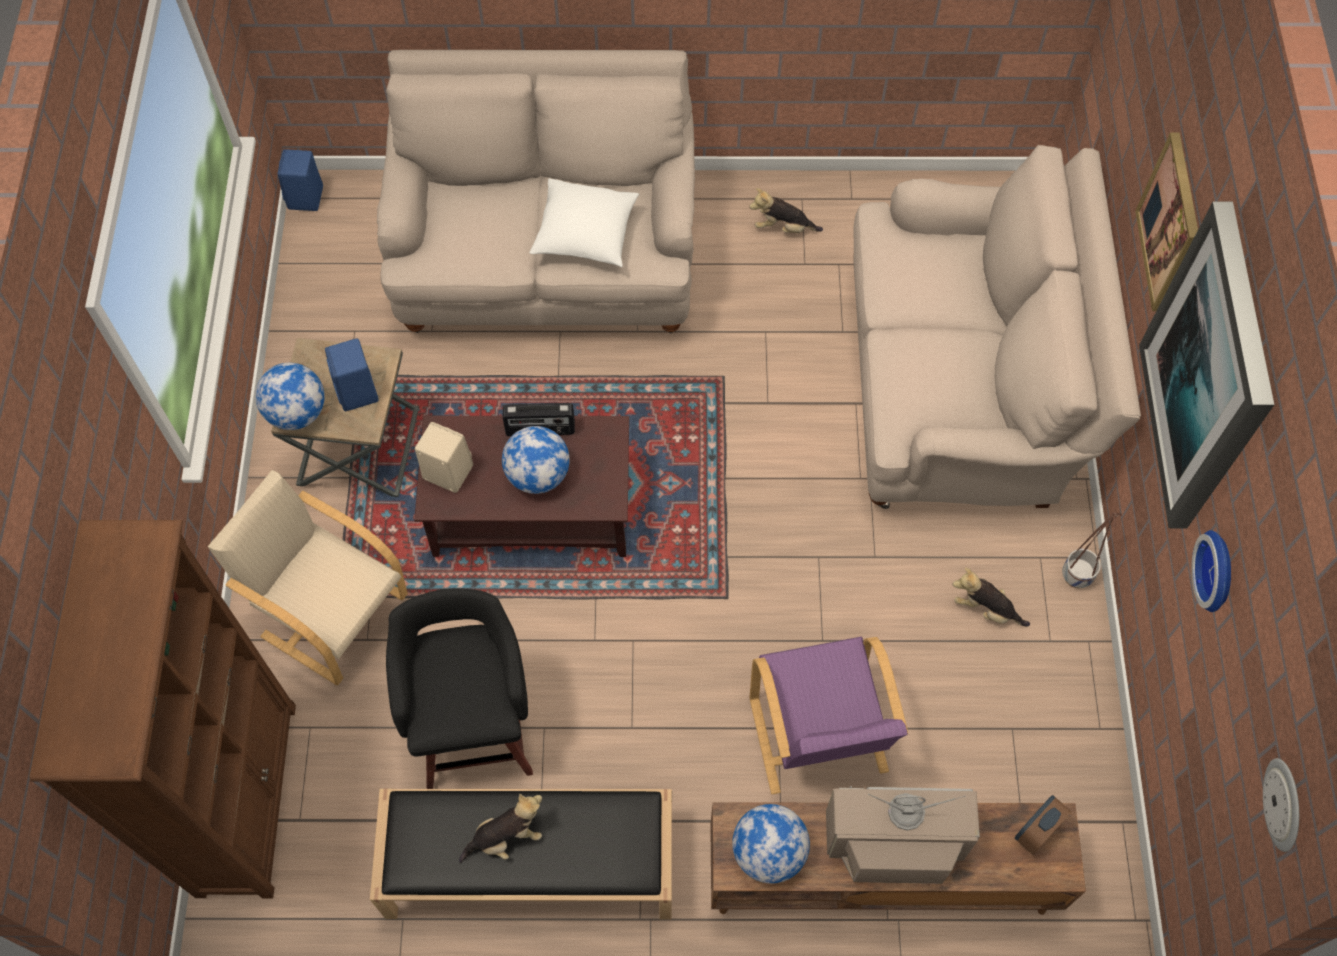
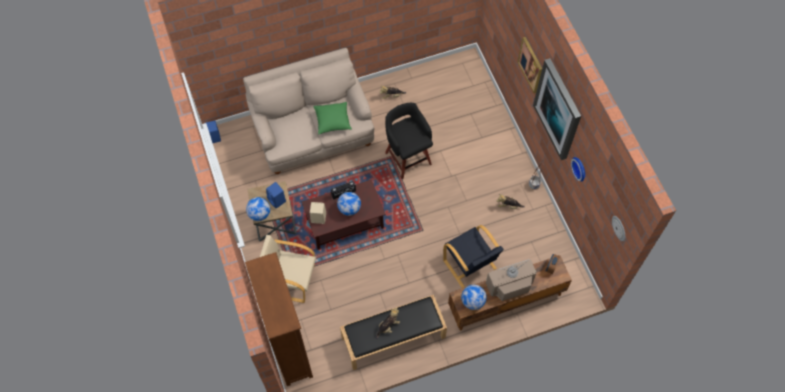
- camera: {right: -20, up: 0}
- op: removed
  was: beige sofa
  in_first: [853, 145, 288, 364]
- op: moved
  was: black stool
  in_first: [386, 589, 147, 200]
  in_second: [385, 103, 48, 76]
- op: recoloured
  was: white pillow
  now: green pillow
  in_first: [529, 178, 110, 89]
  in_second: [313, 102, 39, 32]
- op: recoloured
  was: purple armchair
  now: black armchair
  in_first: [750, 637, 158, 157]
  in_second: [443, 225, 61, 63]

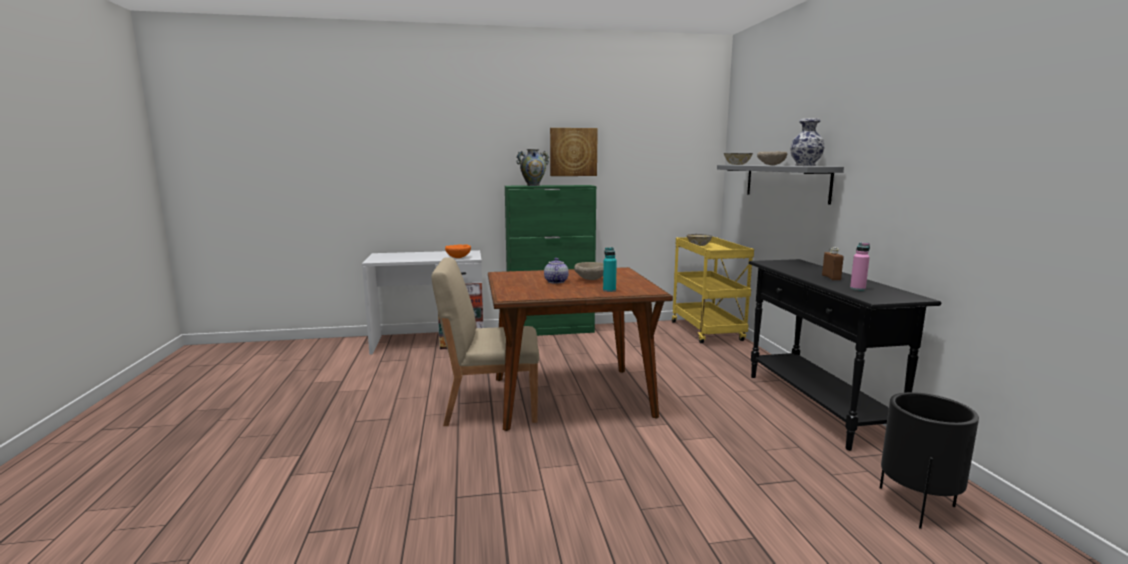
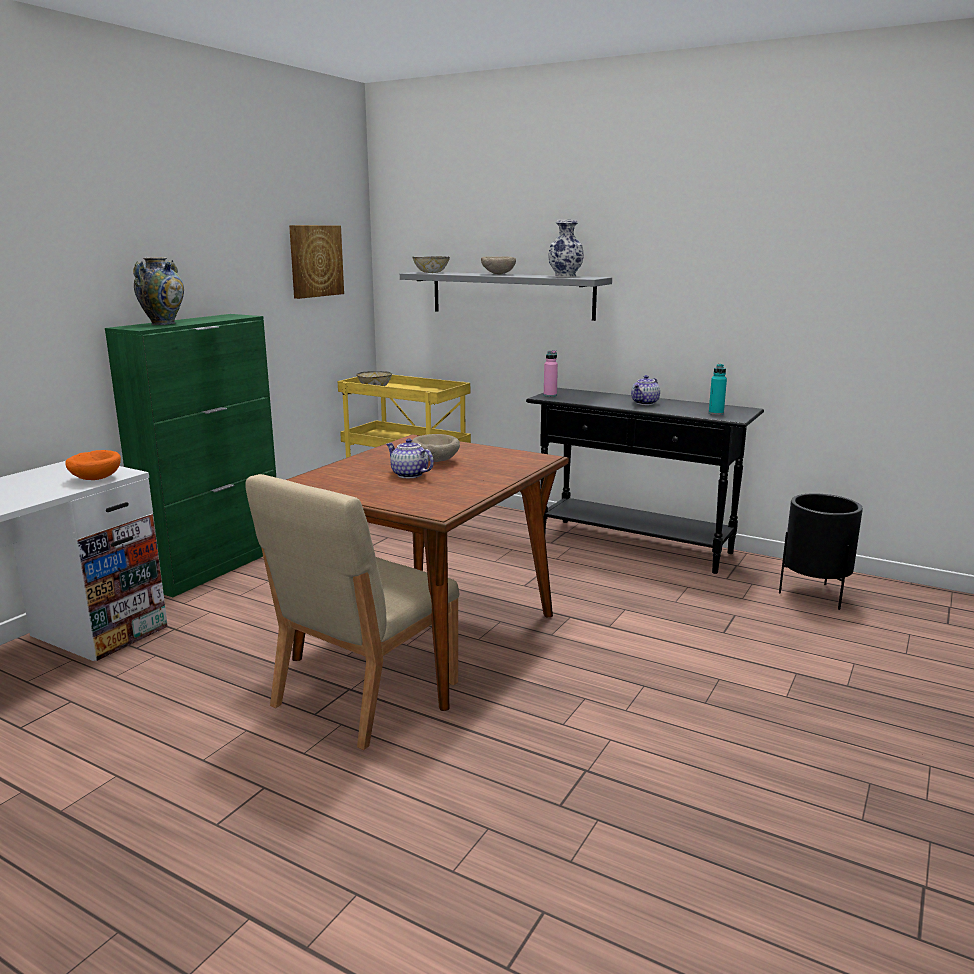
- camera: {right: -50, up: 5}
- op: moved
  was: picture
  in_first: [550, 128, 48, 48]
  in_second: [289, 225, 55, 74]
- op: moved
  was: turquoise bottle
  in_first: [603, 247, 14, 45]
  in_second: [709, 364, 18, 51]
- op: moved
  was: pink bottle
  in_first: [850, 243, 20, 48]
  in_second: [544, 350, 14, 47]
- op: replaced
  was: brown bottle
  now: teapot
  in_first: [822, 247, 22, 33]
  in_second: [631, 375, 29, 30]

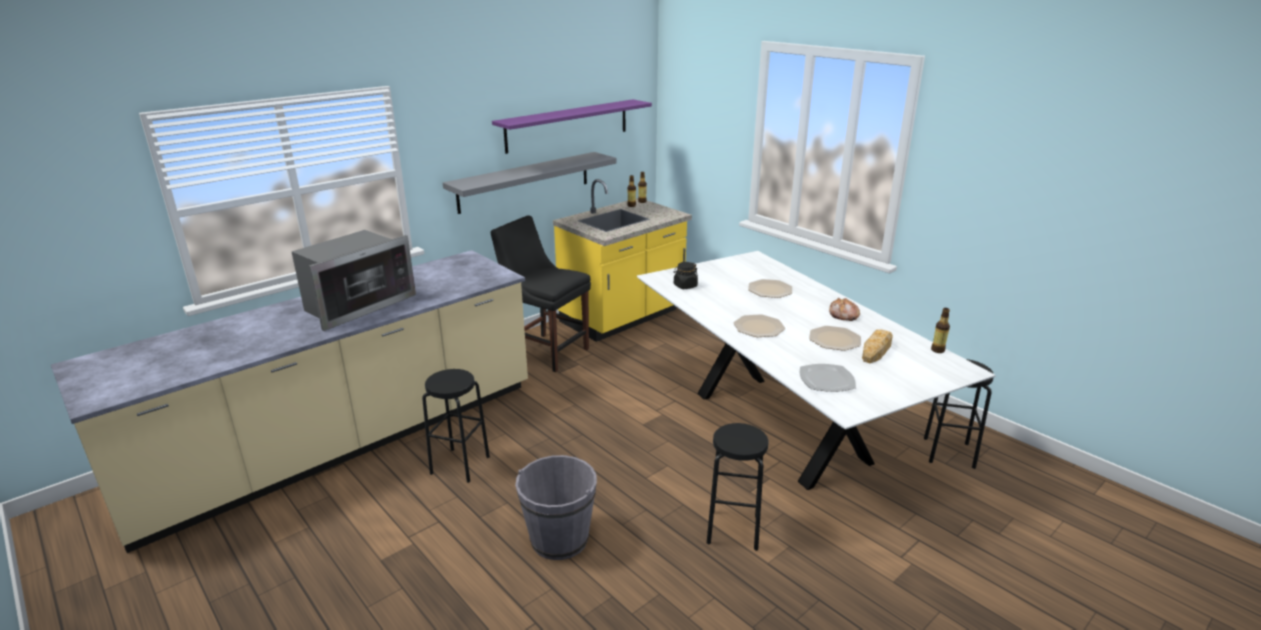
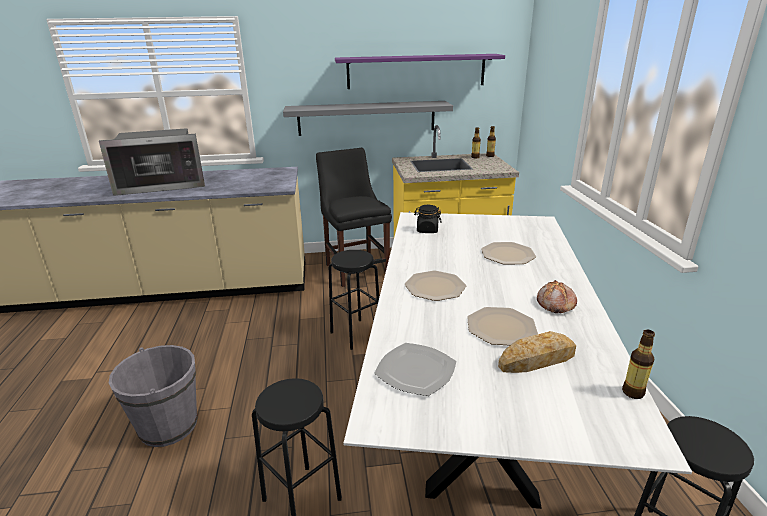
- camera: {right: 35, up: 0}
- op: moved
  was: black stool
  in_first: [422, 369, 68, 114]
  in_second: [329, 250, 50, 100]

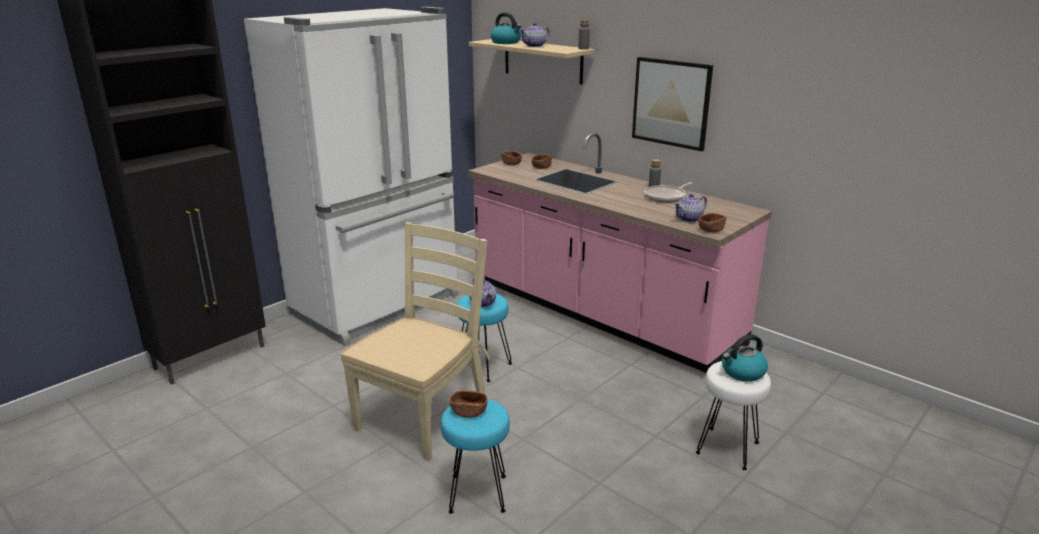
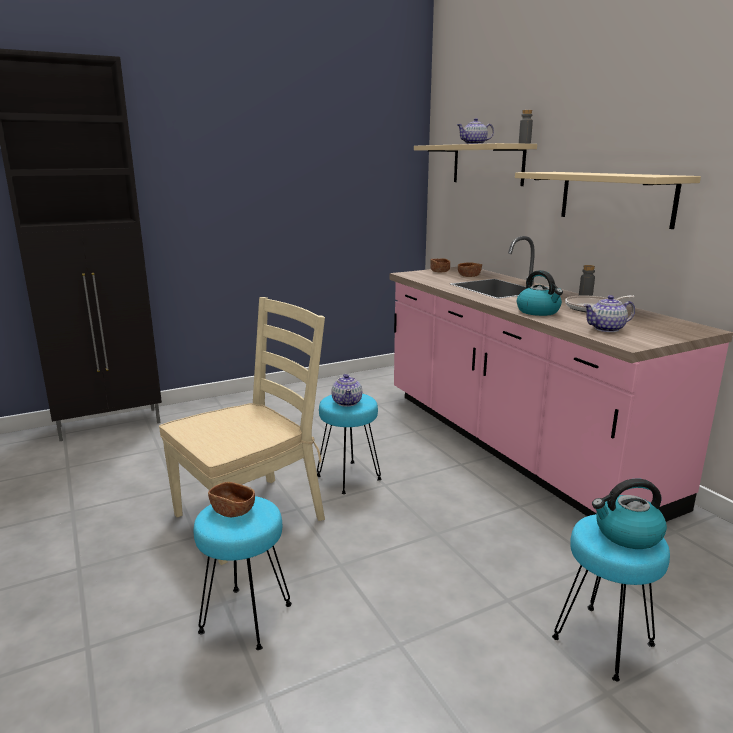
- camera: {right: 20, up: -5}
- op: removed
  was: white fridge
  in_first: [244, 7, 214, 339]
- op: removed
  was: brown bowl
  in_first: [699, 213, 28, 20]
- op: moved
  was: kettle
  in_first: [491, 12, 30, 32]
  in_second: [517, 270, 46, 46]
- op: replaced
  was: picture
  now: beige shelf
  in_first: [632, 57, 81, 94]
  in_second: [515, 172, 186, 57]
- op: recoloured
  was: white stool
  now: turquoise stool
  in_first: [696, 361, 75, 109]
  in_second: [552, 514, 118, 167]

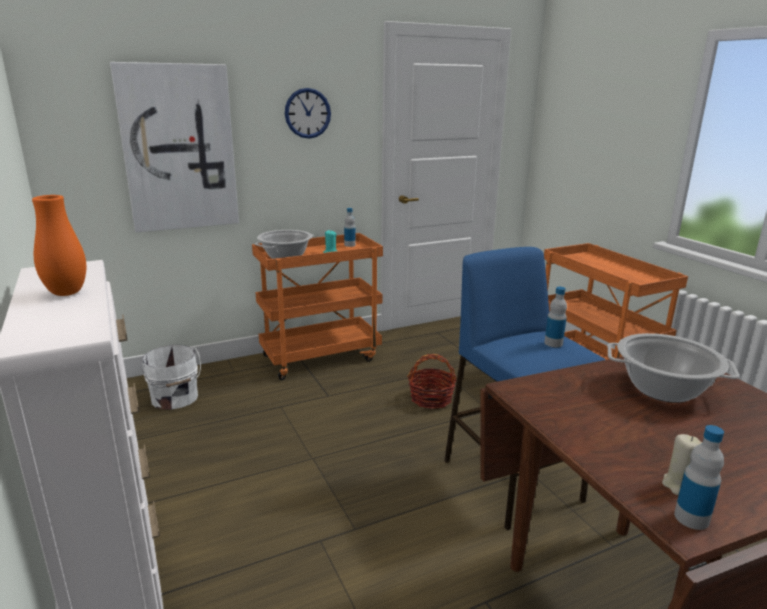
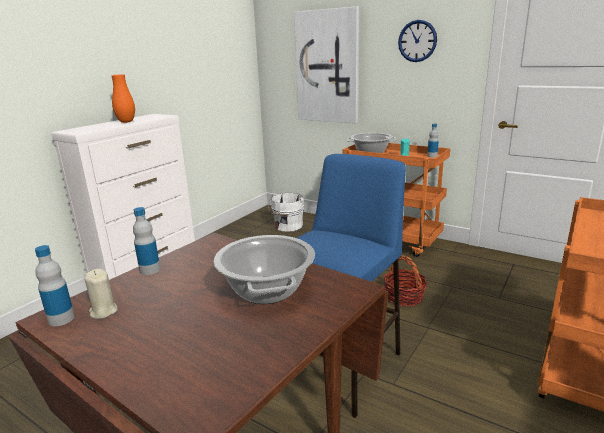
- camera: {right: 60, up: 0}
- op: moved
  was: bottle
  in_first: [544, 287, 23, 60]
  in_second: [133, 207, 27, 68]

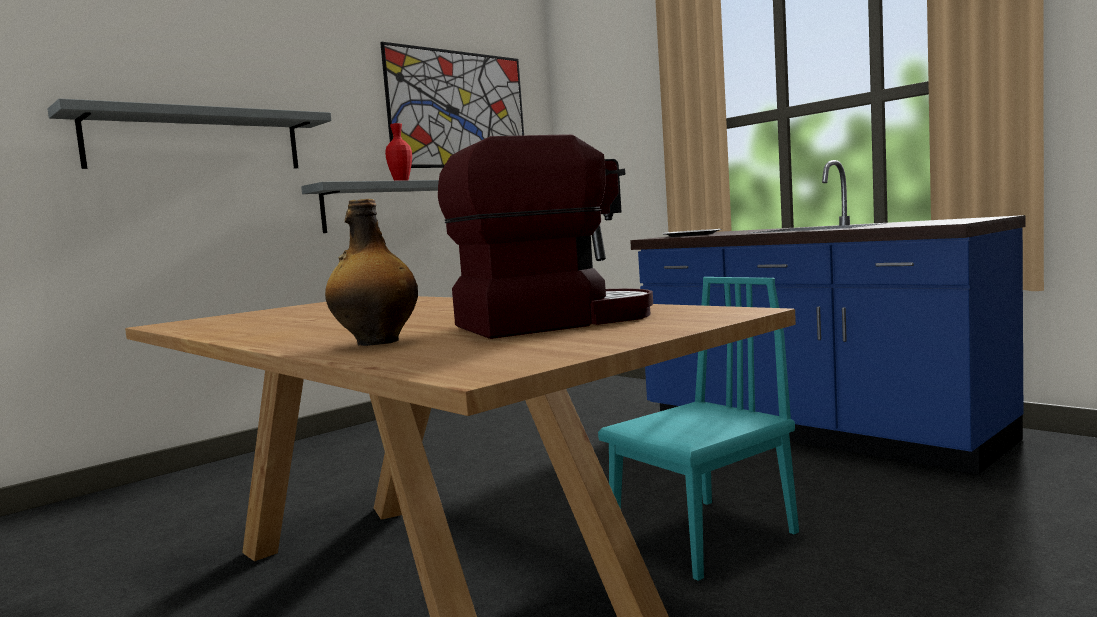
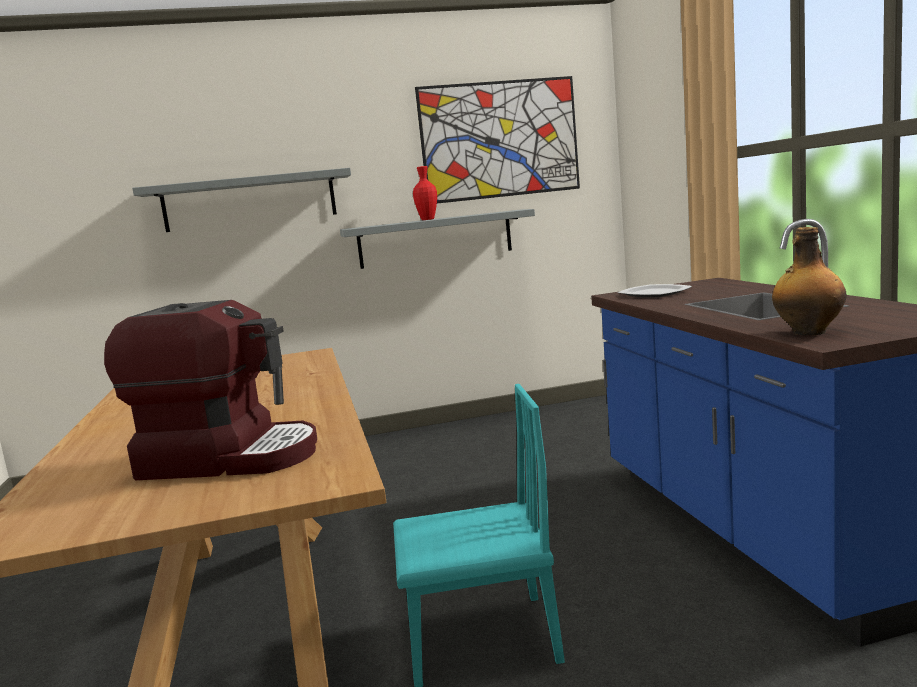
- camera: {right: 30, up: 5}
- op: moved
  was: bottle
  in_first: [325, 199, 93, 147]
  in_second: [772, 227, 75, 108]

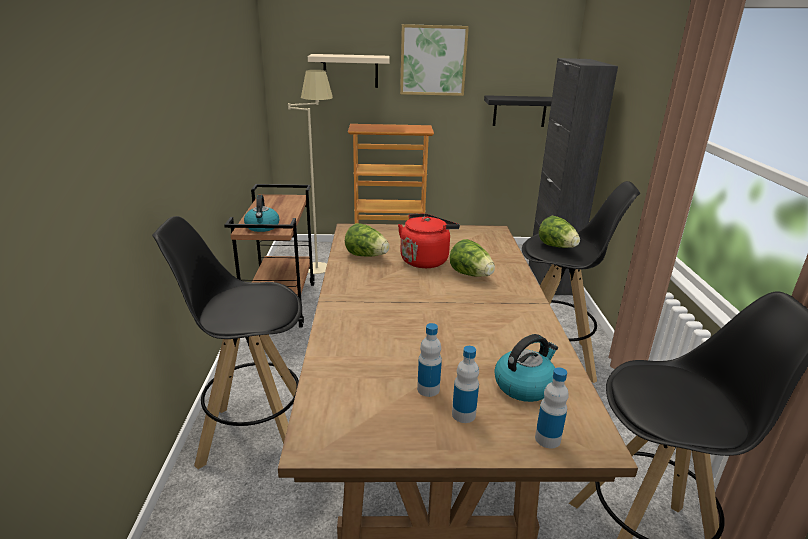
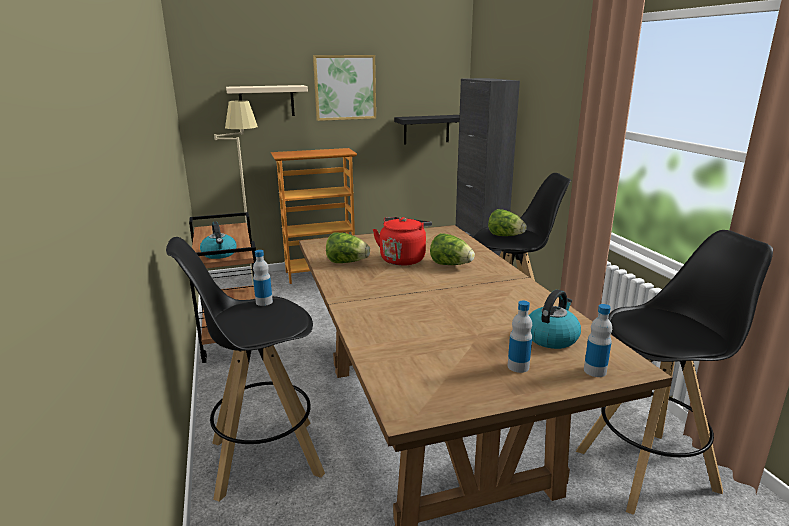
- camera: {right: -15, up: -5}
- op: moved
  was: bottle
  in_first: [417, 323, 25, 74]
  in_second: [253, 250, 20, 56]

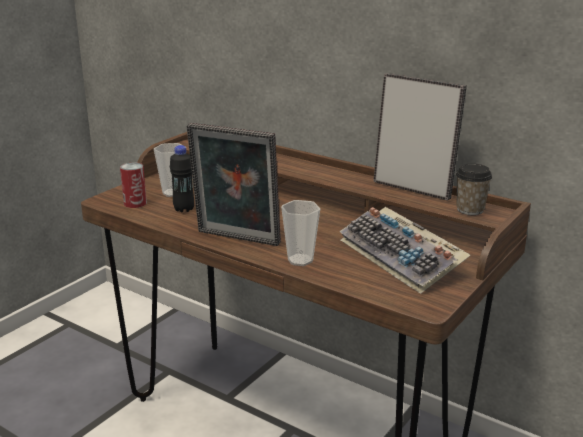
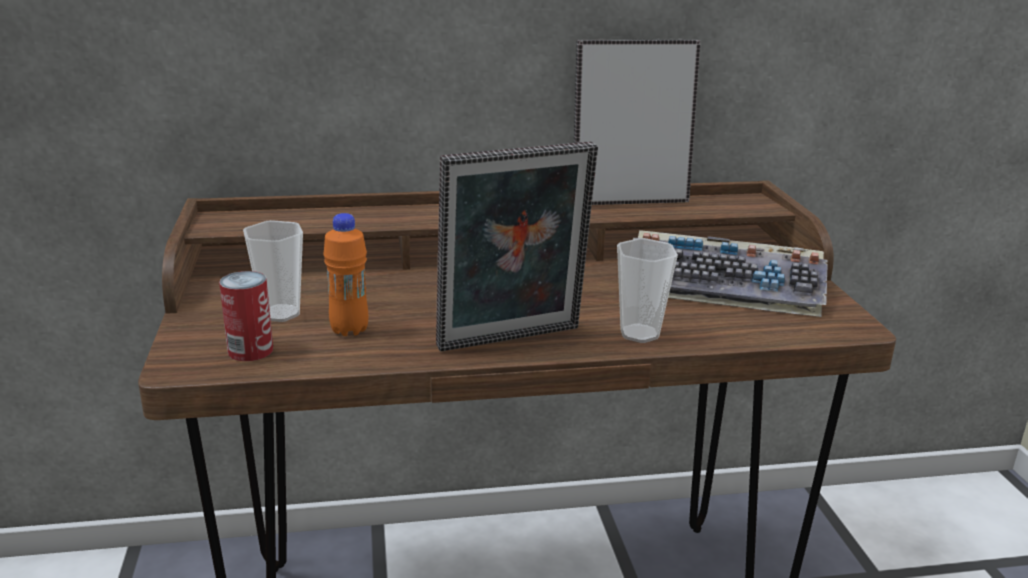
- camera: {right: -45, up: 0}
- op: removed
  was: cup
  in_first: [456, 163, 36, 52]
- op: recoloured
  was: black bottle
  now: orange bottle
  in_first: [170, 145, 24, 67]
  in_second: [323, 213, 46, 123]

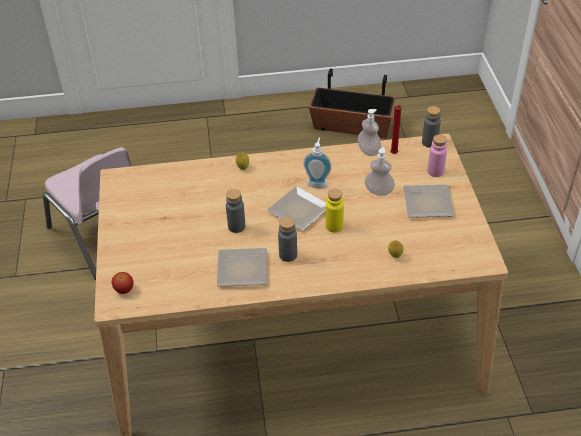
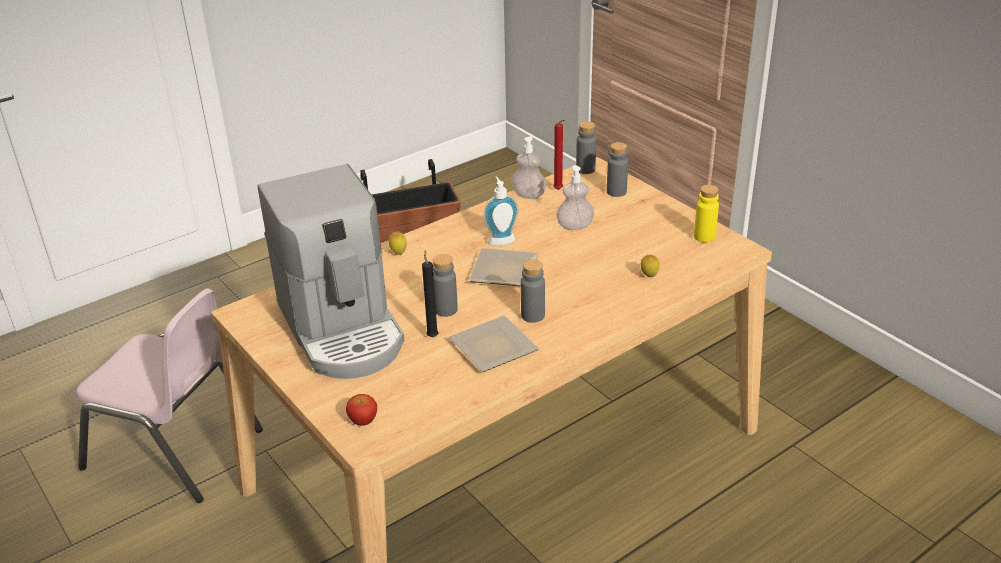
- camera: {right: -30, up: -10}
- op: removed
  was: plate
  in_first: [403, 184, 52, 34]
- op: added
  now: coffee machine
  in_second: [258, 164, 146, 215]
- op: added
  now: black candle
  in_second: [422, 250, 17, 87]
- op: moved
  was: yellow bottle
  in_first: [326, 189, 18, 44]
  in_second: [694, 185, 25, 58]
- op: recoloured
  was: pink bottle
  now: grey bottle
  in_first: [427, 135, 20, 42]
  in_second: [607, 142, 21, 55]

